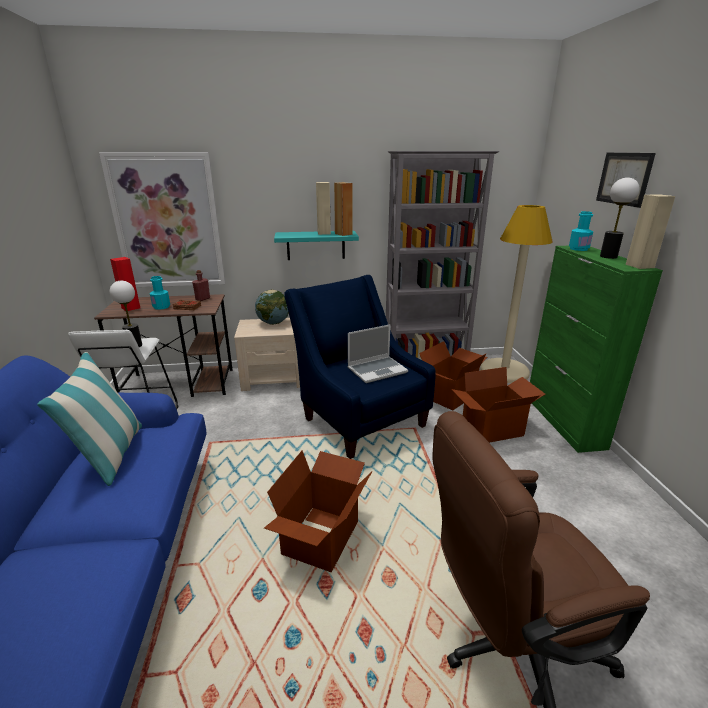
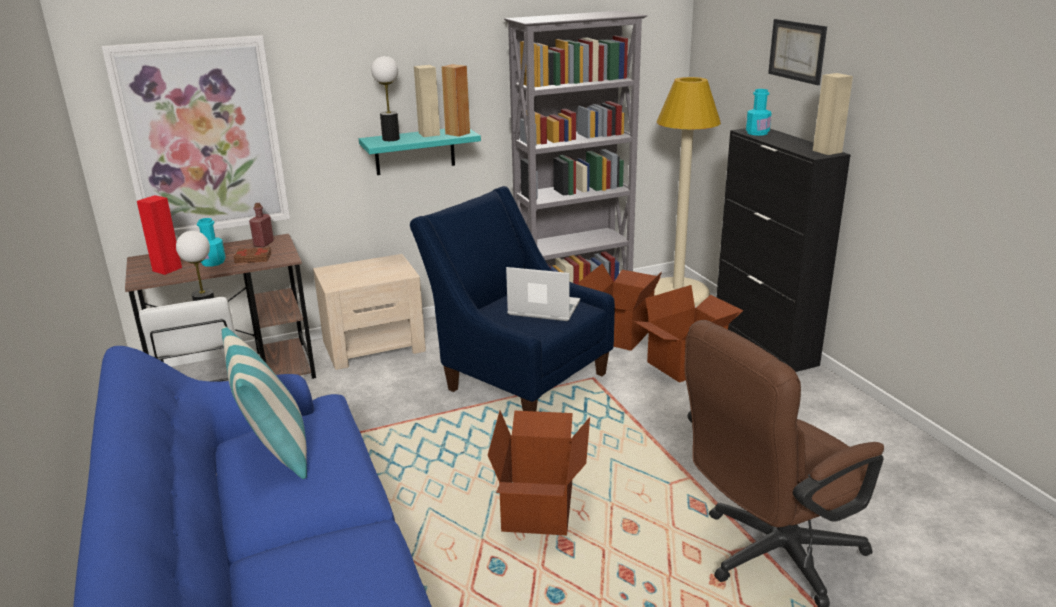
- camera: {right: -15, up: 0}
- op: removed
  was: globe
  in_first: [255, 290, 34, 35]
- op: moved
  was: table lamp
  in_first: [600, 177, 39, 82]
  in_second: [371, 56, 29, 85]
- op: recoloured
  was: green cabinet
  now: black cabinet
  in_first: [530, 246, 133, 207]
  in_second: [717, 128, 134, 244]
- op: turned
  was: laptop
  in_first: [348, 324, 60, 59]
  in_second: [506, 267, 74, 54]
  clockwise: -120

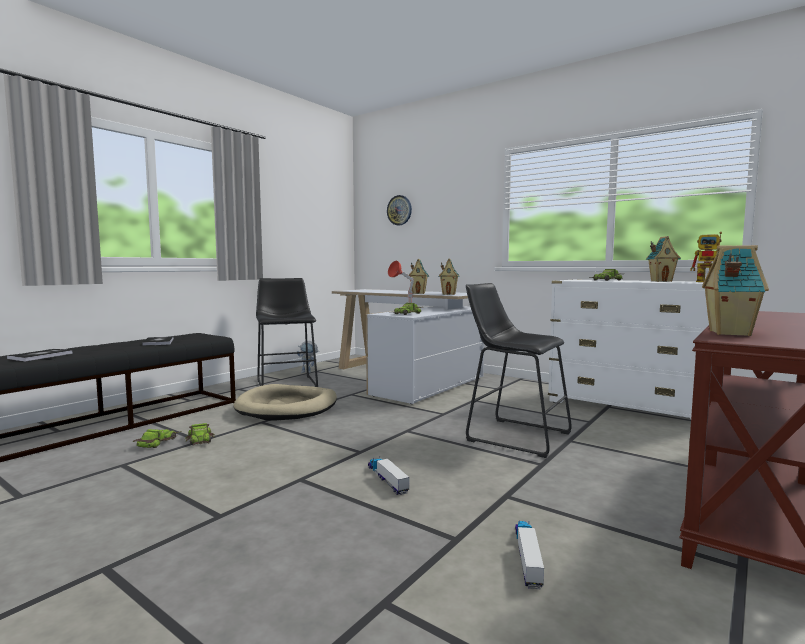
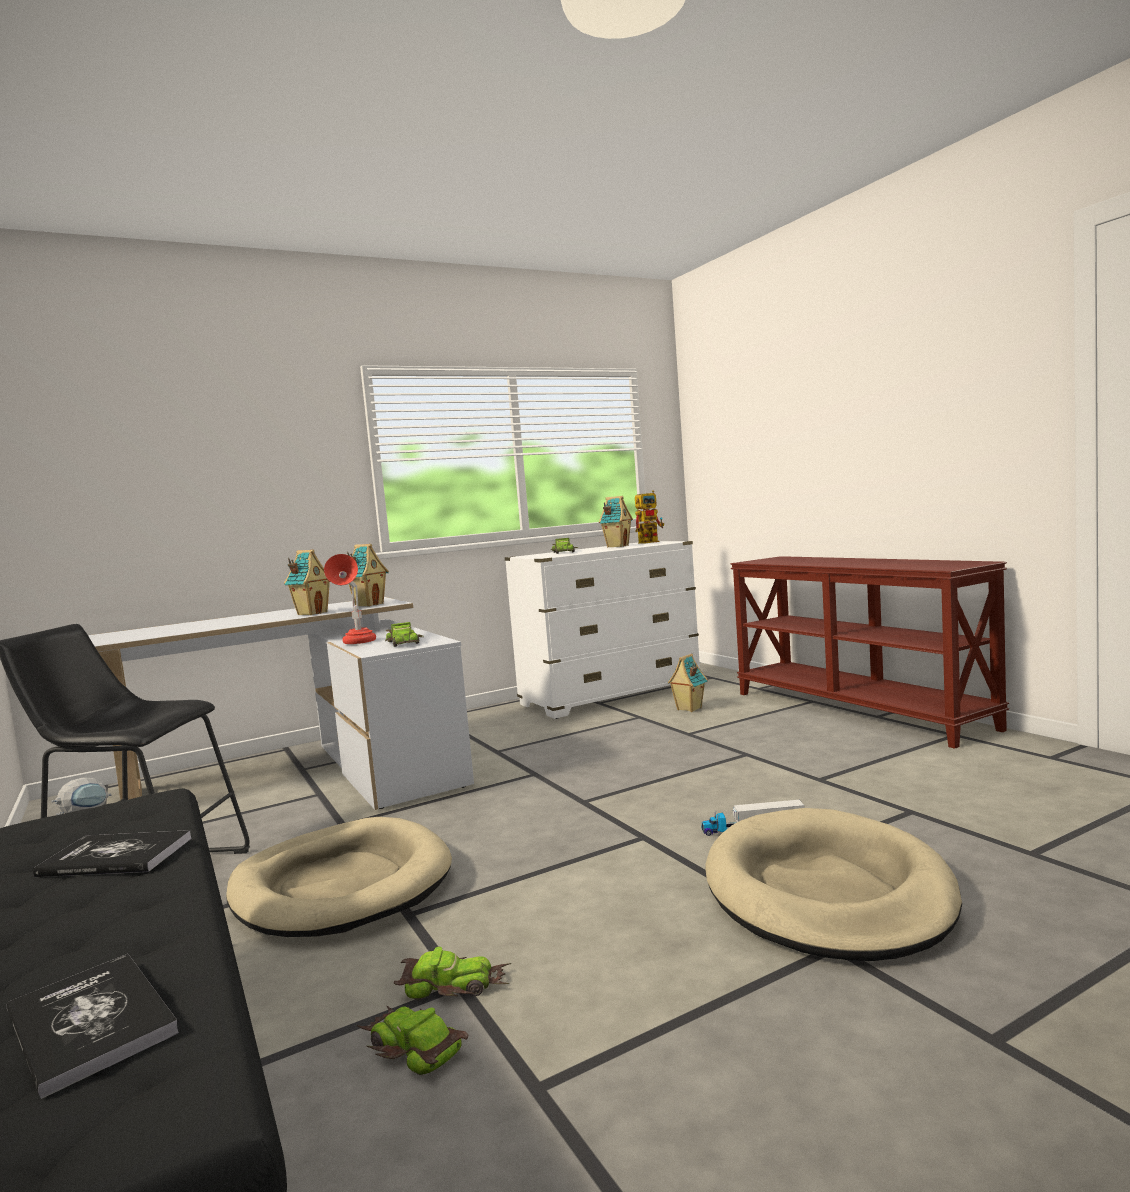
- camera: {right: -65, up: 0}
- op: removed
  was: wall clock
  in_first: [387, 195, 25, 30]
- op: removed
  was: black stool
  in_first: [466, 283, 106, 175]
- op: removed
  was: toy truck
  in_first: [515, 520, 29, 70]
- op: added
  now: beige dog bed
  in_second: [706, 808, 256, 153]
- op: moved
  was: toy house
  in_first: [702, 245, 67, 91]
  in_second: [668, 654, 40, 58]

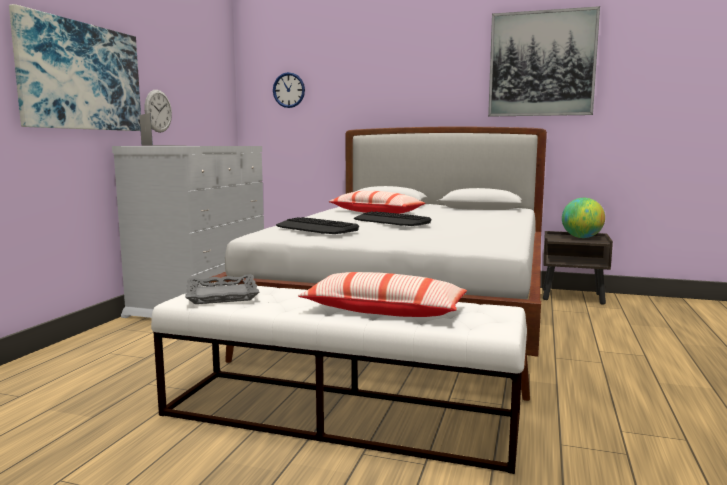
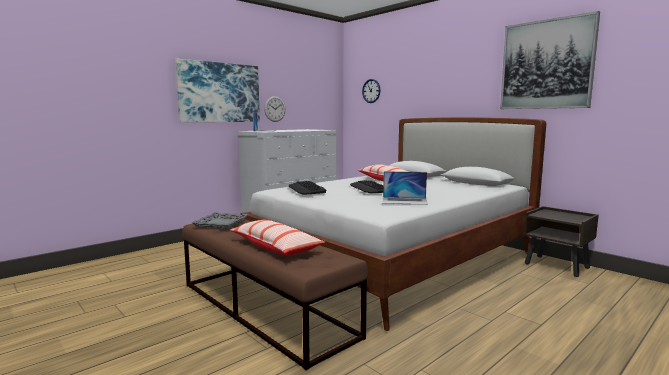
- camera: {right: 30, up: 0}
- op: removed
  was: globe
  in_first: [562, 198, 43, 40]
- op: added
  now: laptop
  in_second: [382, 171, 46, 34]
- op: recoloured
  was: white bench
  now: brown bench
  in_first: [151, 282, 376, 192]
  in_second: [182, 216, 186, 154]

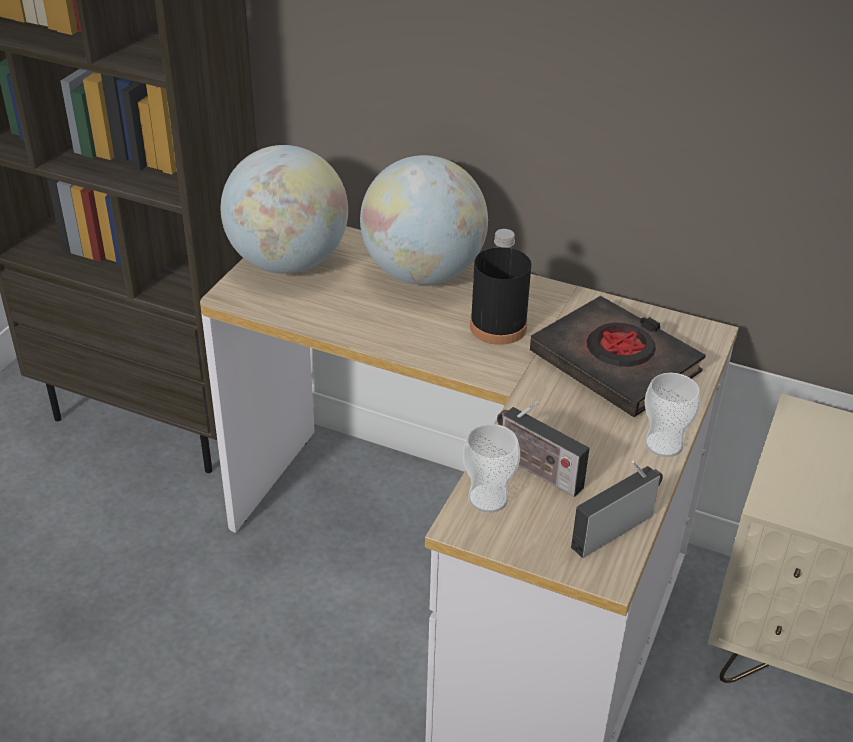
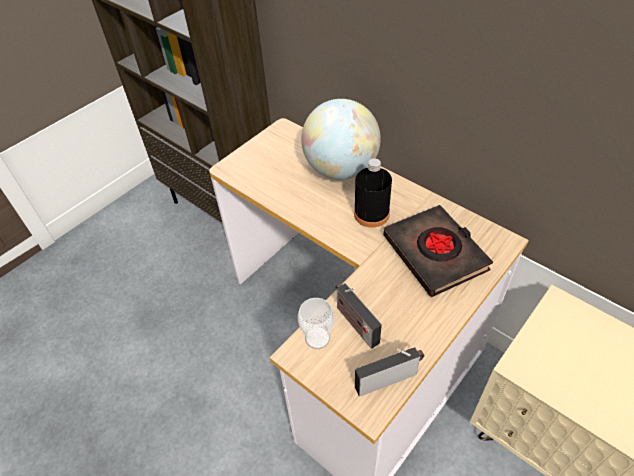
- camera: {right: 20, up: 10}
- op: removed
  was: globe
  in_first: [221, 145, 127, 129]
- op: removed
  was: cup
  in_first: [645, 373, 55, 84]

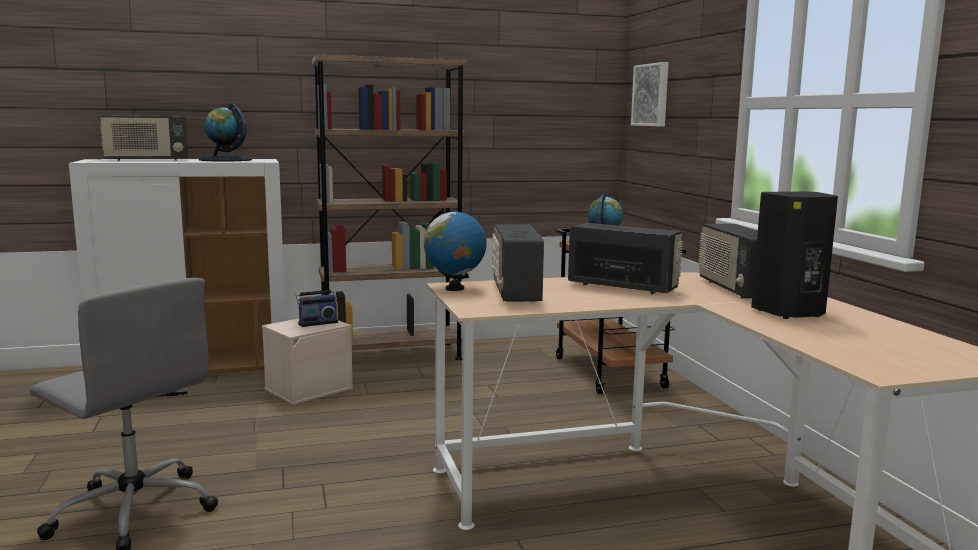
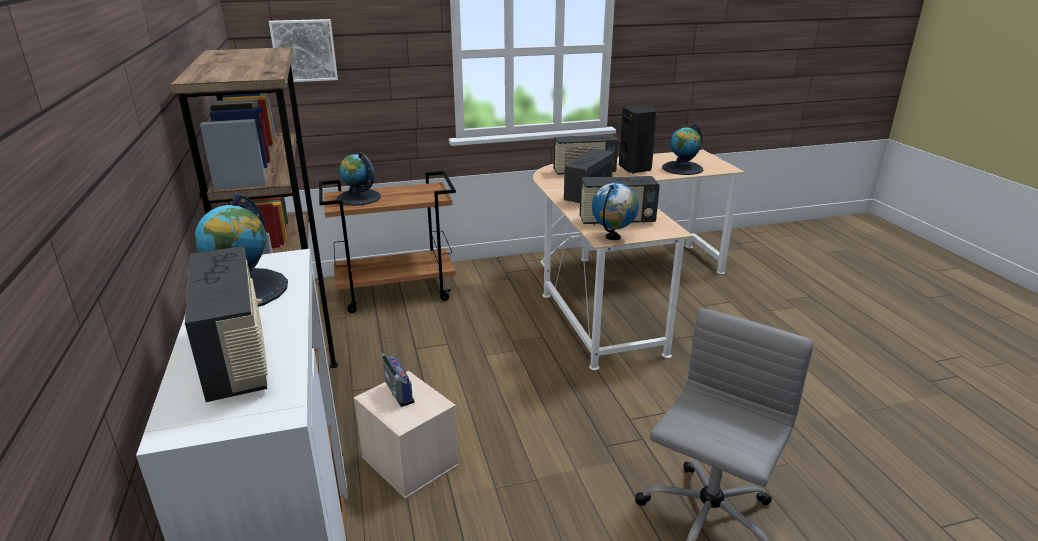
- camera: {right: -90, up: 15}
- op: added
  now: globe
  in_second: [662, 123, 41, 52]

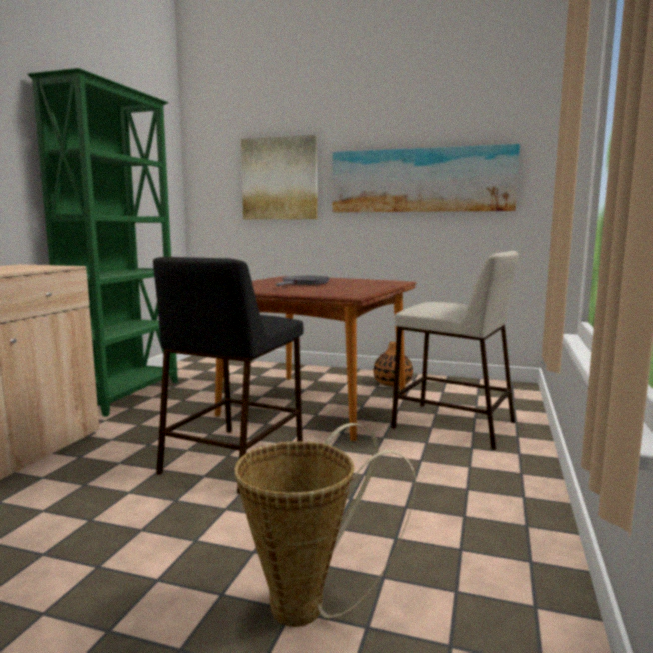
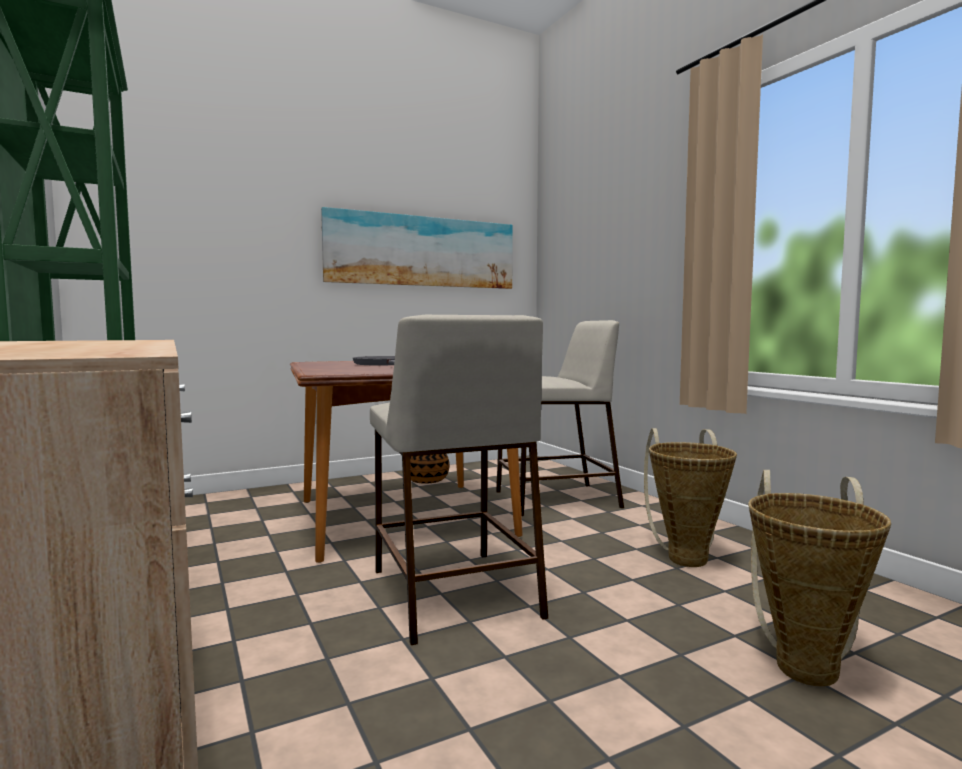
- camera: {right: -45, up: -5}
- op: removed
  was: picture
  in_first: [241, 135, 77, 84]
- op: added
  now: basket
  in_second: [644, 428, 93, 139]
- op: recoloured
  was: black stool
  now: beige stool
  in_first: [153, 257, 151, 237]
  in_second: [370, 315, 178, 330]

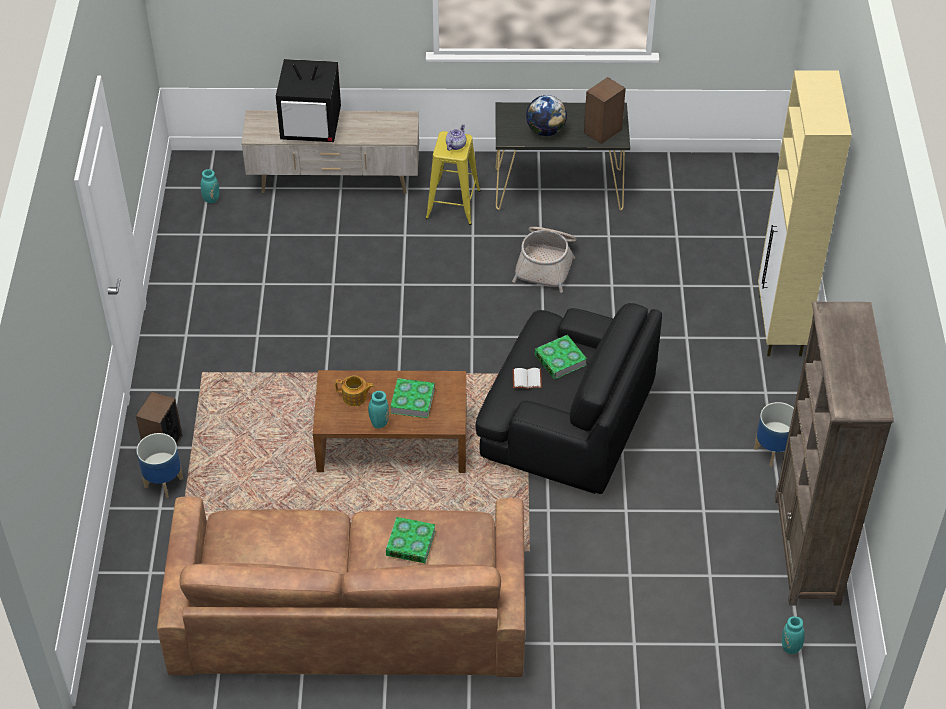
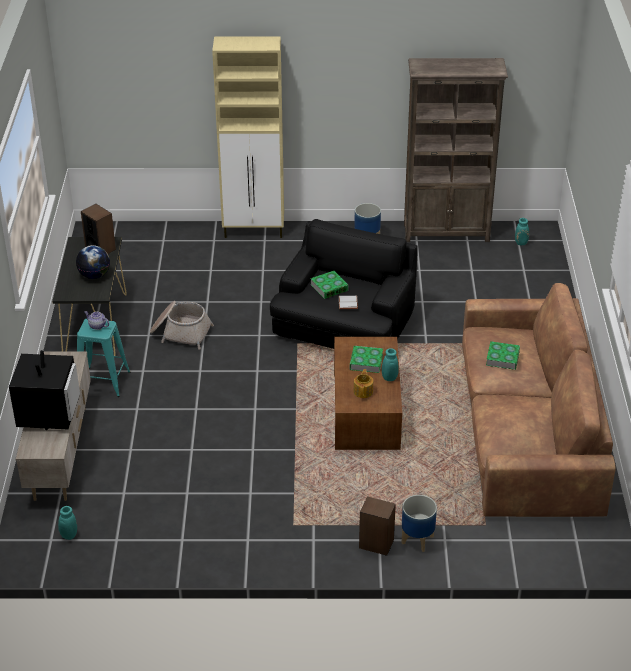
- camera: {right: -90, up: -10}
- op: recoloured
  was: yellow stool
  now: turquoise stool
  in_first: [426, 131, 55, 94]
  in_second: [77, 319, 54, 78]

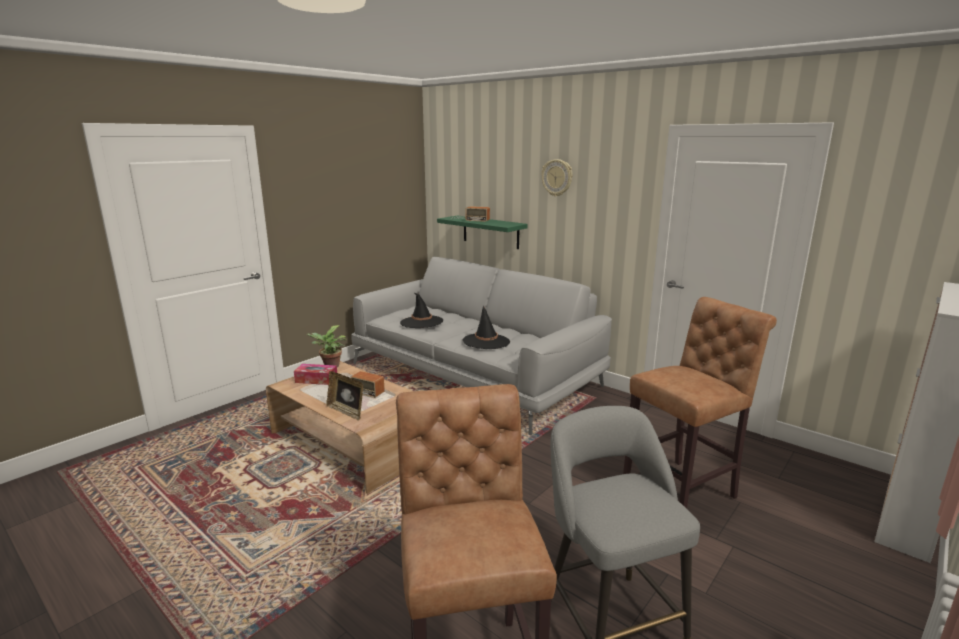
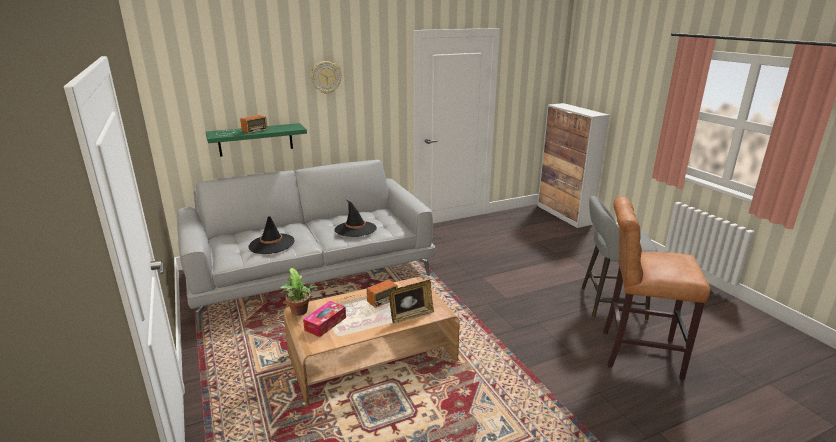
- camera: {right: -65, up: 5}
- op: removed
  was: brown stool
  in_first: [623, 297, 154, 212]

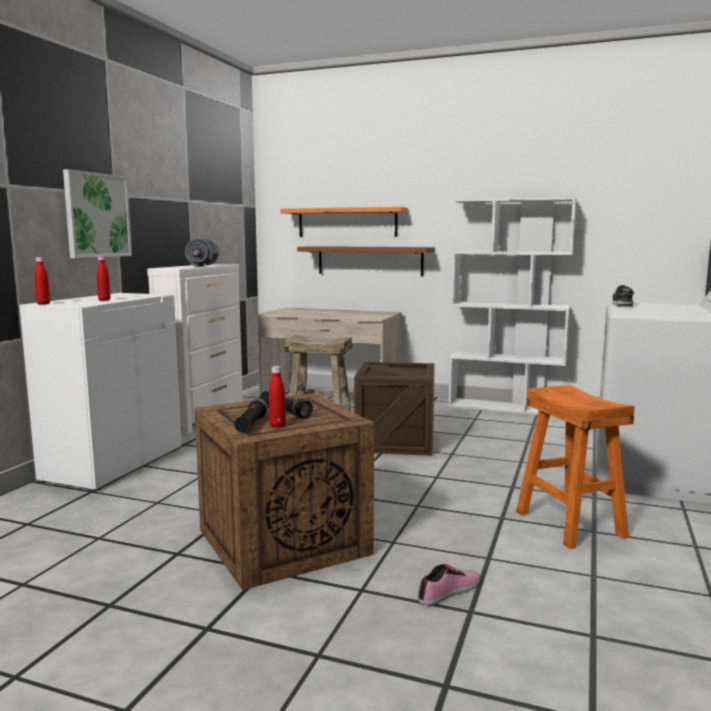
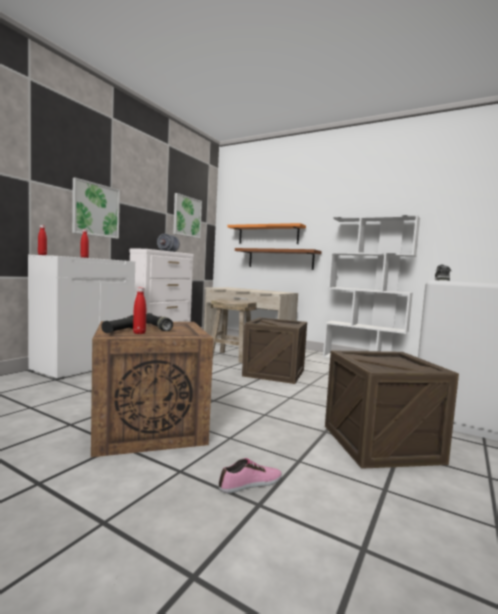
- camera: {right: 10, up: -5}
- op: added
  now: picture
  in_second: [173, 193, 29, 45]
- op: replaced
  was: orange stool
  now: crate
  in_first: [516, 385, 118, 164]
  in_second: [325, 350, 134, 119]

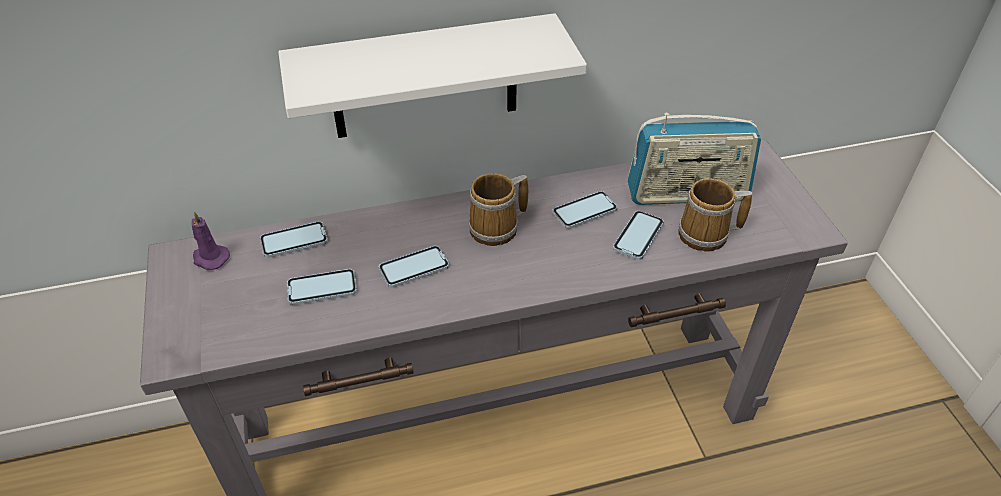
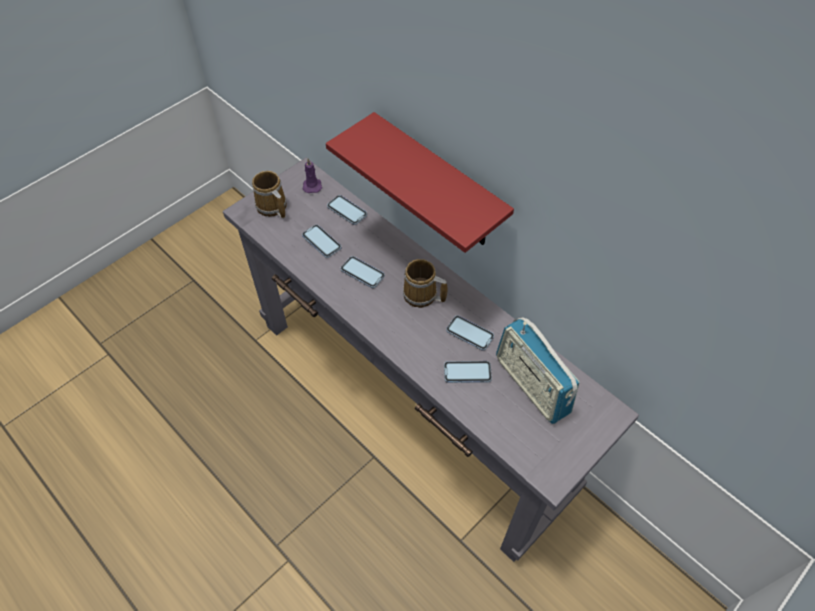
- camera: {right: 60, up: 10}
- op: moved
  was: mug
  in_first: [679, 178, 73, 73]
  in_second: [252, 171, 35, 47]
- op: recoloured
  was: white shelf
  now: red shelf
  in_first: [278, 13, 309, 125]
  in_second: [326, 112, 188, 141]

